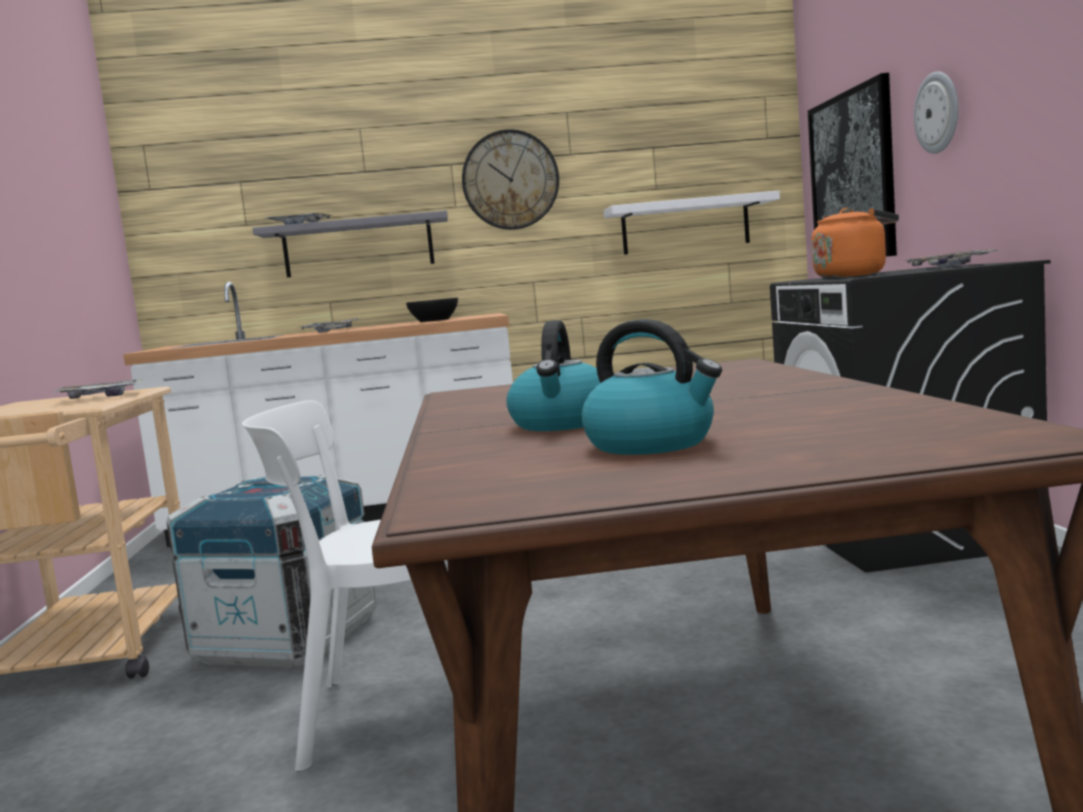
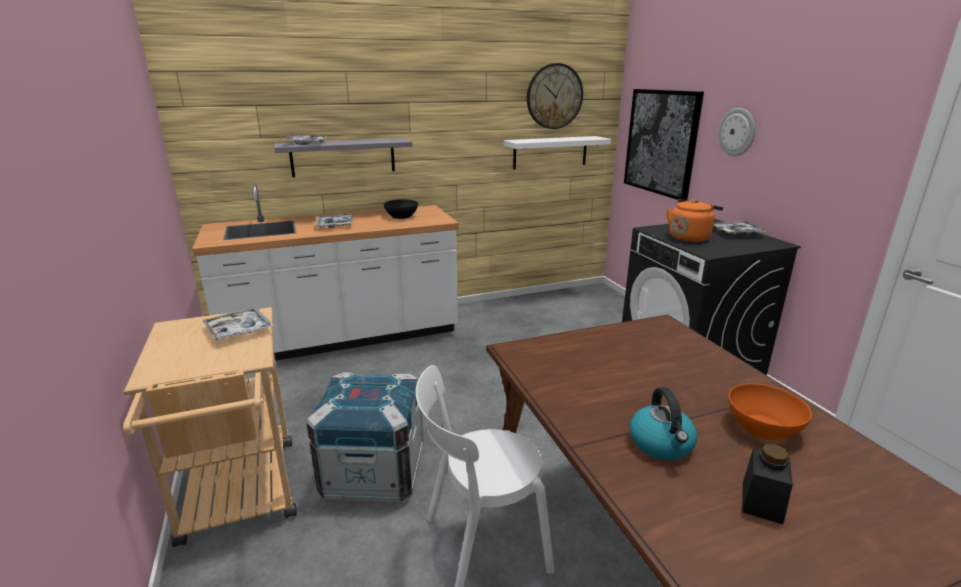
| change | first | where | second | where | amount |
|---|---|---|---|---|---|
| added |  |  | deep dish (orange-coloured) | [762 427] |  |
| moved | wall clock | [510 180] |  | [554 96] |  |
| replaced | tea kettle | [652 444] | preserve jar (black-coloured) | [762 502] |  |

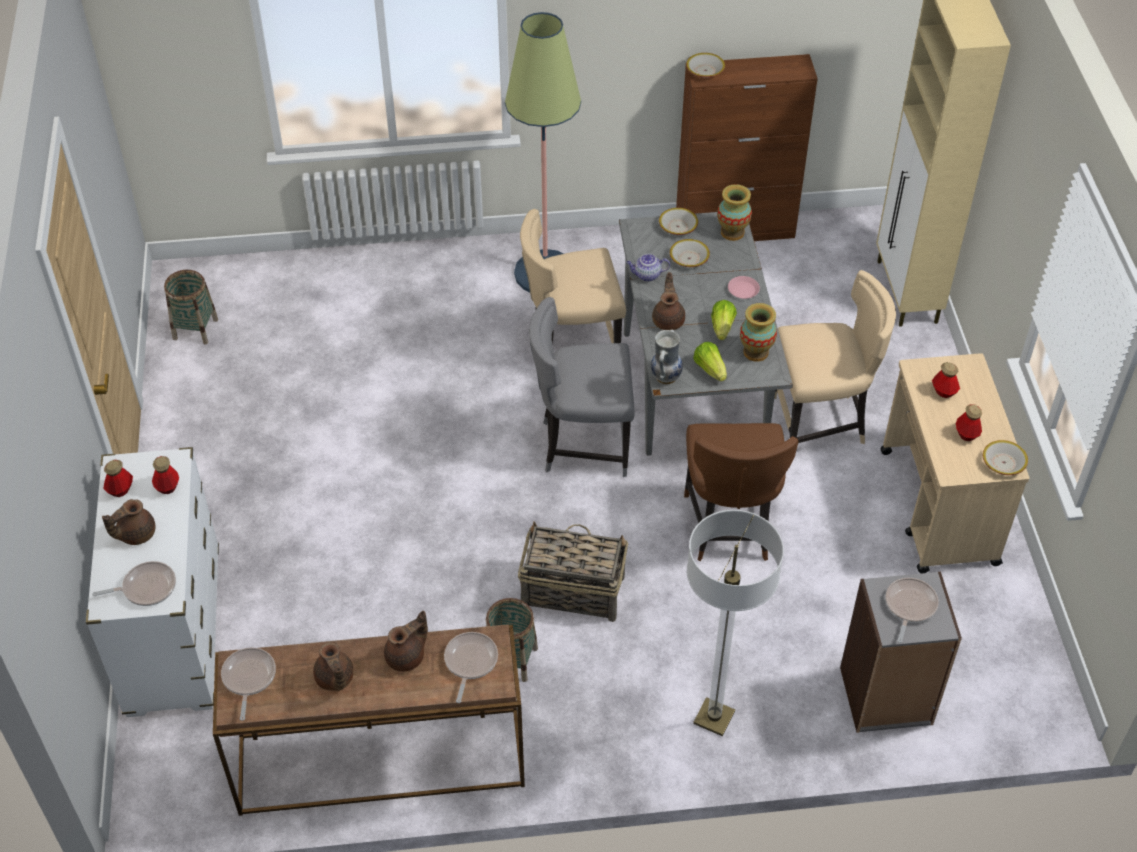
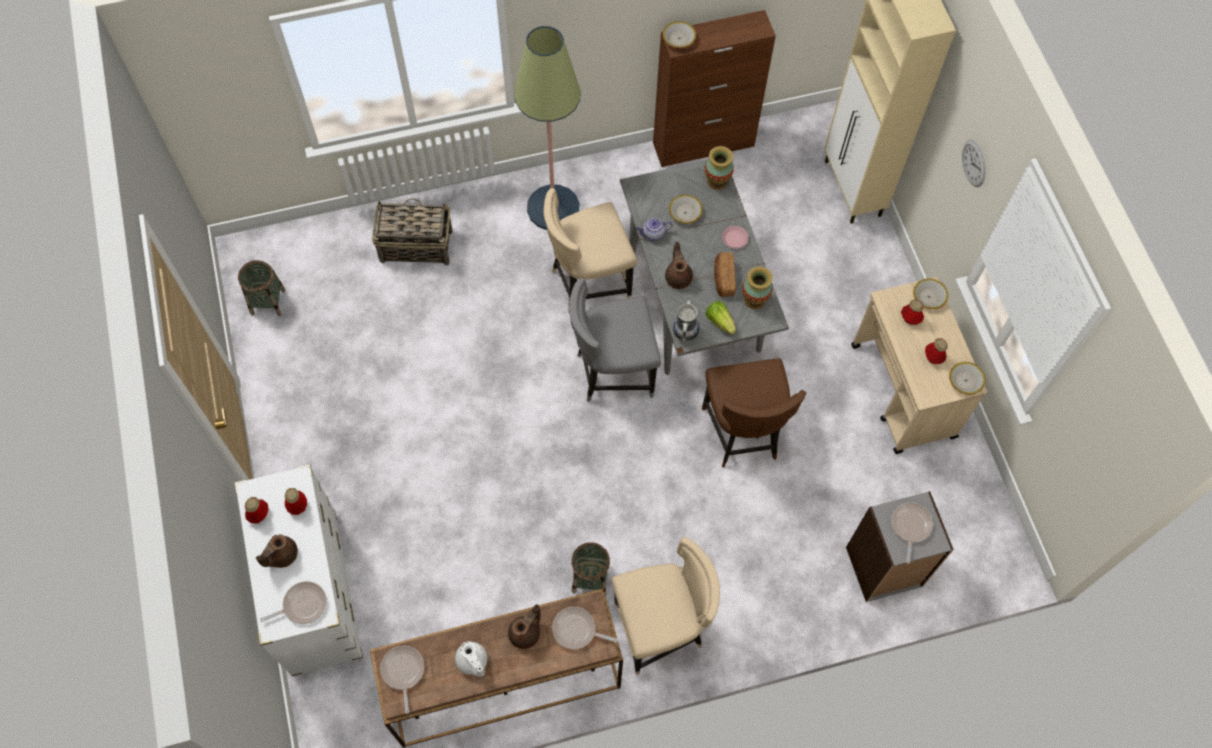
| change | first | where | second | where | amount |
|---|---|---|---|---|---|
| removed | standing lamp | [714 718] |  |  |  |
| added |  |  | wall clock | [974 163] |  |
| moved | basket | [571 590] |  | [415 245] |  |
| moved | deep dish | [677 227] |  | [928 297] |  |
| moved | plain chair (beige-coloured) | [820 423] |  | [660 629] |  |
| replaced | head of lettuce | [722 327] | baked bread | [723 279] |  |
| recoloured | pot for tea (brown) | [334 679] | pot for tea (white) | [472 662] |  |
| turned | skillet | [470 662] |  | [577 630] | 75 degrees counterclockwise |

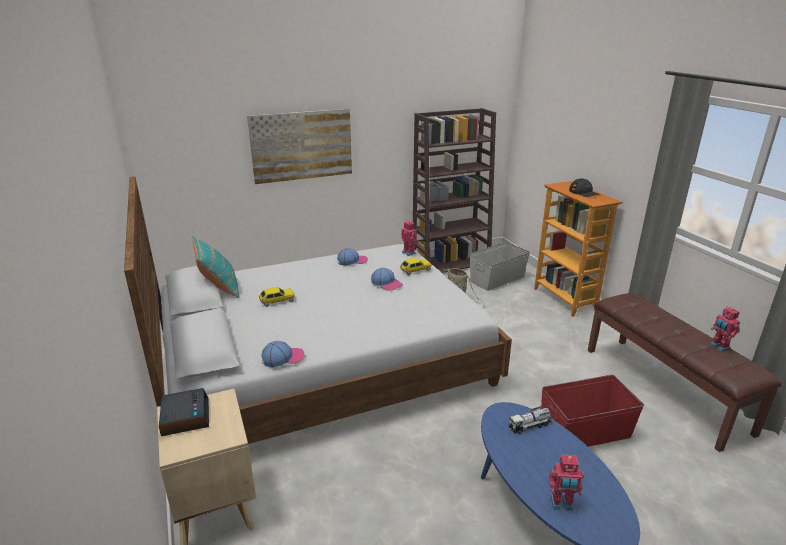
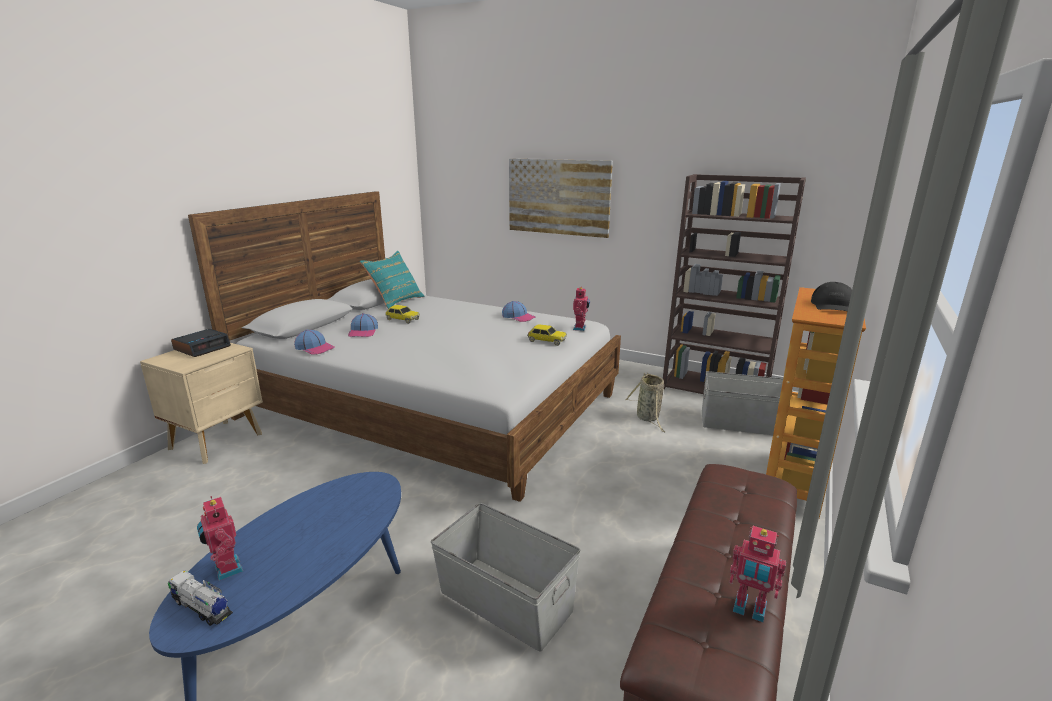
| change | first | where | second | where | amount |
|---|---|---|---|---|---|
| moved | peaked cap | [386 283] |  | [363 332] |  |
| moved | toy truck | [529 426] |  | [202 608] |  |
| recoloured | storage box (red-coloured) | [585 432] | storage box (grey) | [505 602] |  |
| turned | model robot | [719 347] |  | [749 609] | 90 degrees counterclockwise |

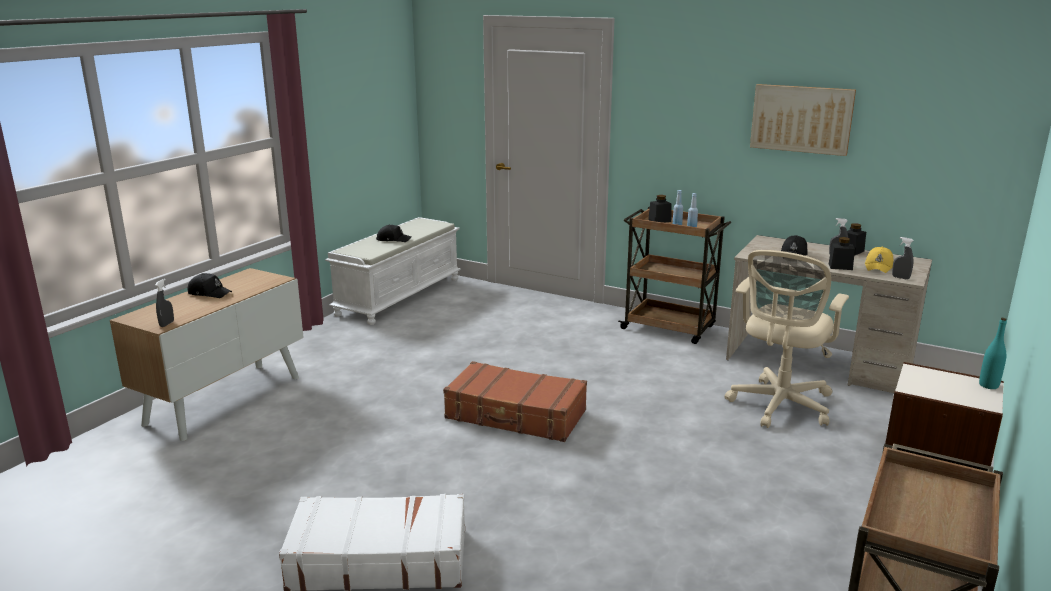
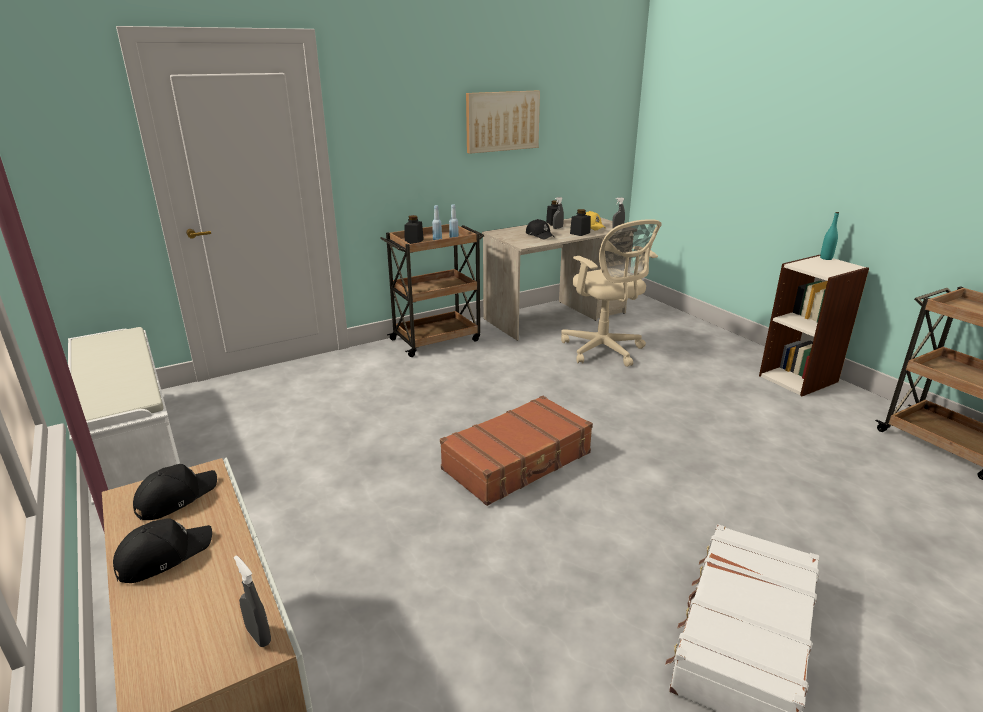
| change | first | where | second | where | amount |
|---|---|---|---|---|---|
| moved | peaked cap (black-coloured) | [393 239] |  | [175 498] |  |

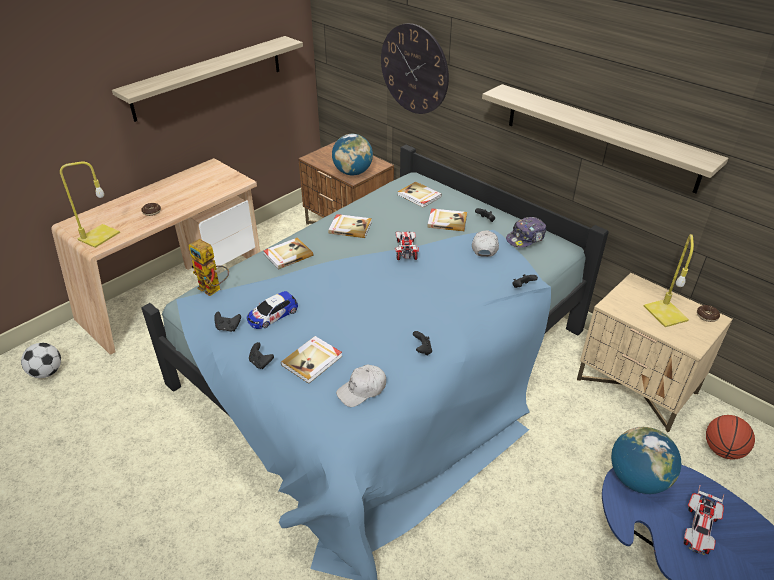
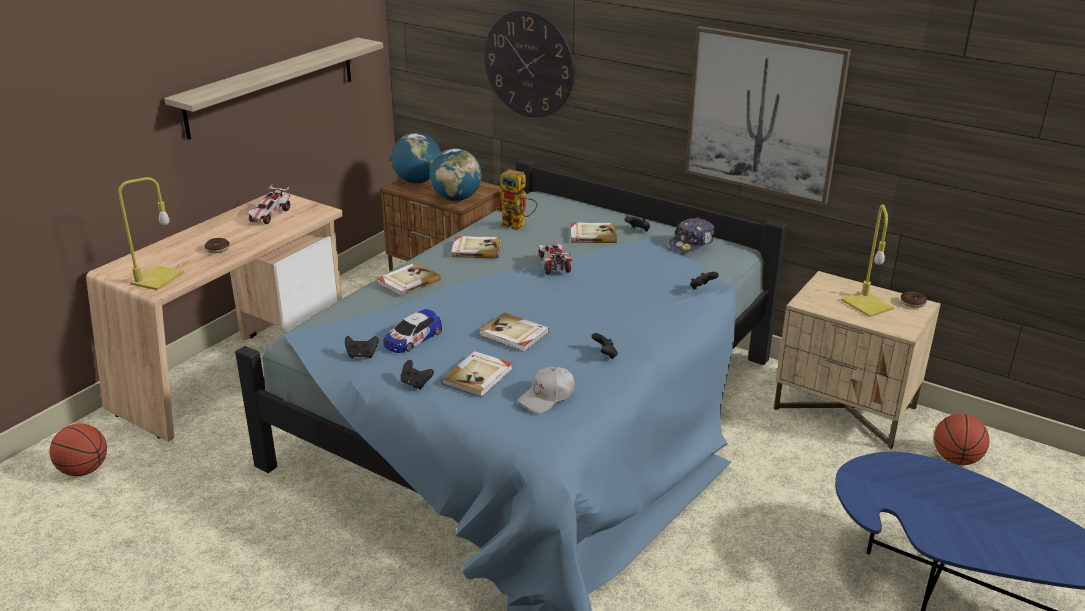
| change | first | where | second | where | amount |
|---|---|---|---|---|---|
| removed | peaked cap (white) | [485 247] |  |  |  |
| moved | model robot | [214 289] |  | [518 226] |  |
| moved | bound book | [419 196] |  | [514 334] |  |
| moved | globe | [637 479] |  | [417 181] |  |
| moved | miniature car | [699 529] |  | [270 215] |  |
| replaced | football ball | [47 372] | basketball ball | [84 470] |  |
| replaced | wall shelf | [599 137] | wall art | [763 114] |  |

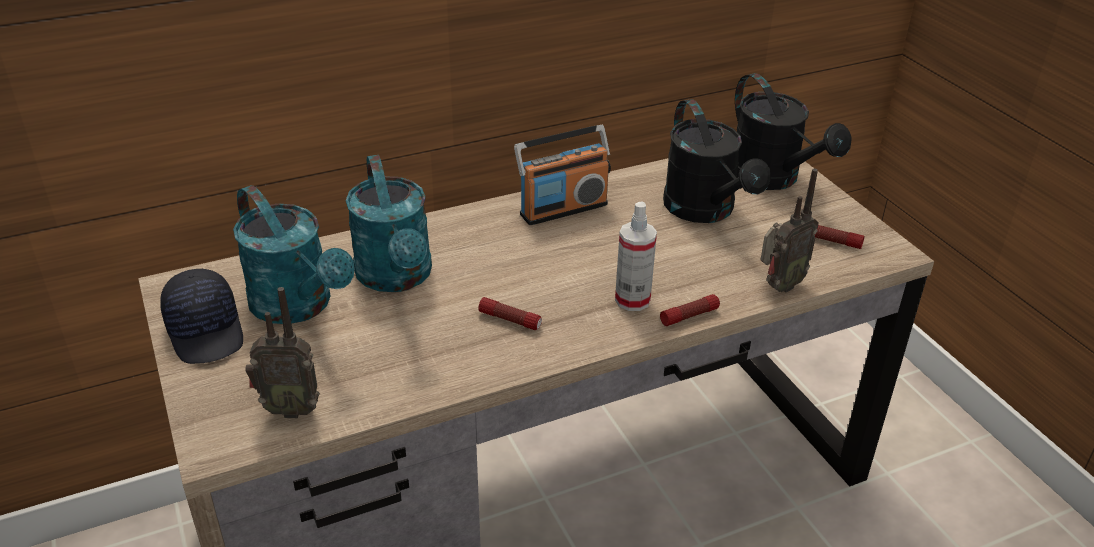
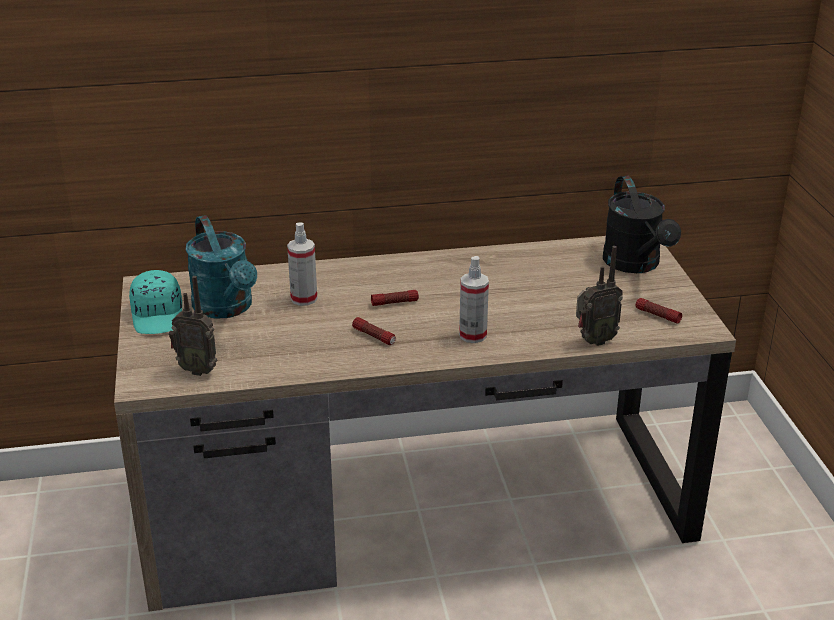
| change | first | where | second | where | amount |
|---|---|---|---|---|---|
| removed | radio | [563 209] |  |  |  |
| removed | sprinkling can (black-coloured) | [705 211] |  |  |  |
| moved | torch | [689 316] |  | [394 302] |  |
| replaced | sprinkling can (turquoise) | [397 278] | spray bottle | [304 299] |  |
| recoloured | peaked cap (black-coloured) | [207 331] | peaked cap (turquoise) | [158 316] |  |

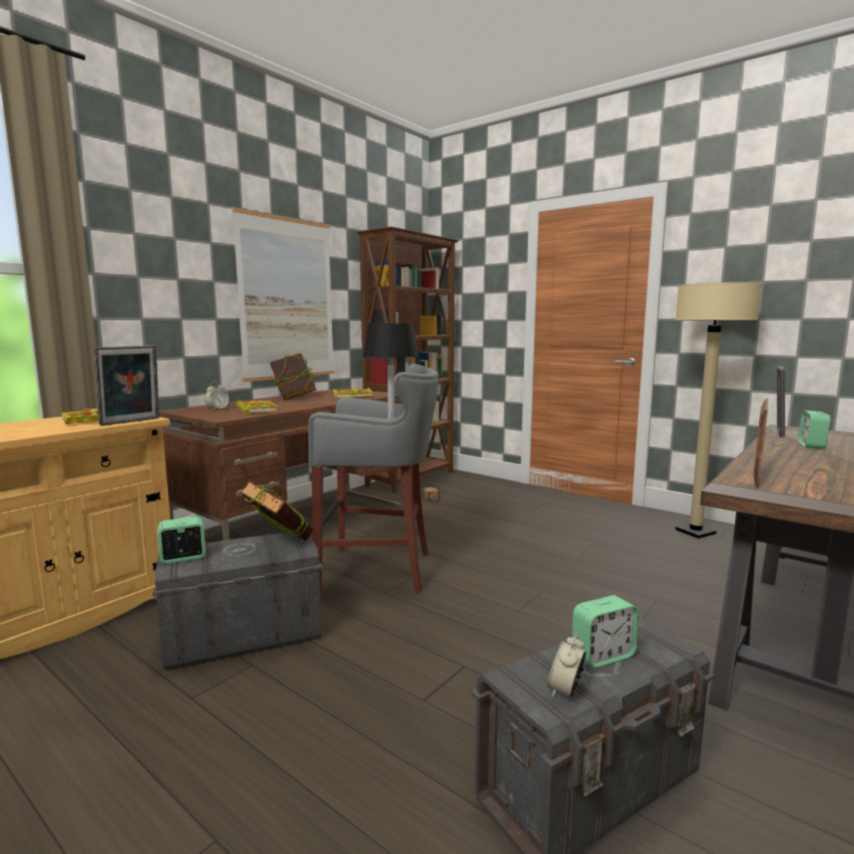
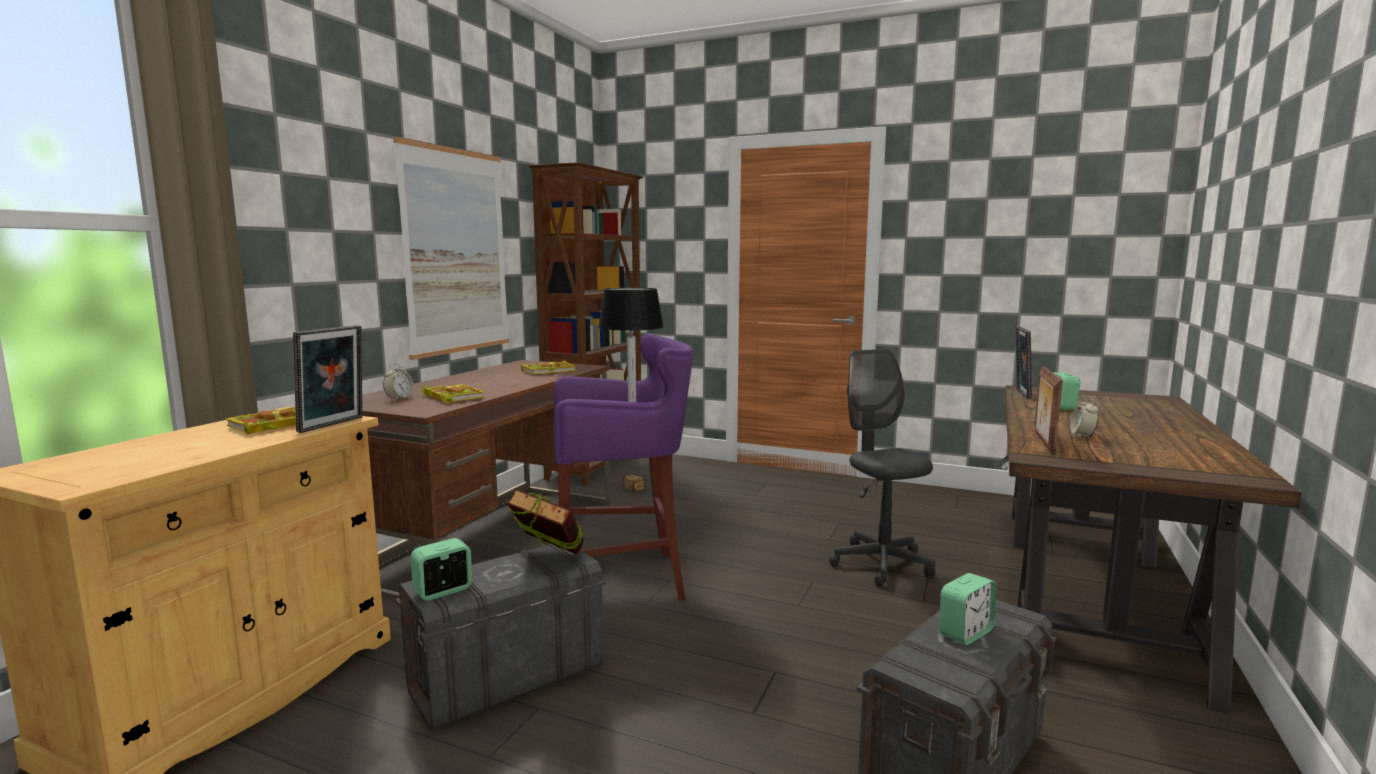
| change | first | where | second | where | amount |
|---|---|---|---|---|---|
| removed | bound book | [294 397] |  |  |  |
| removed | standing lamp (beige-coloured) | [695 532] |  |  |  |
| added |  |  | office chair (grey) | [881 564] |  |
| moved | alarm clock | [565 691] |  | [1082 436] |  |
| recoloured | sitting stool (grey) | [379 570] | sitting stool (purplish) | [623 579] |  |

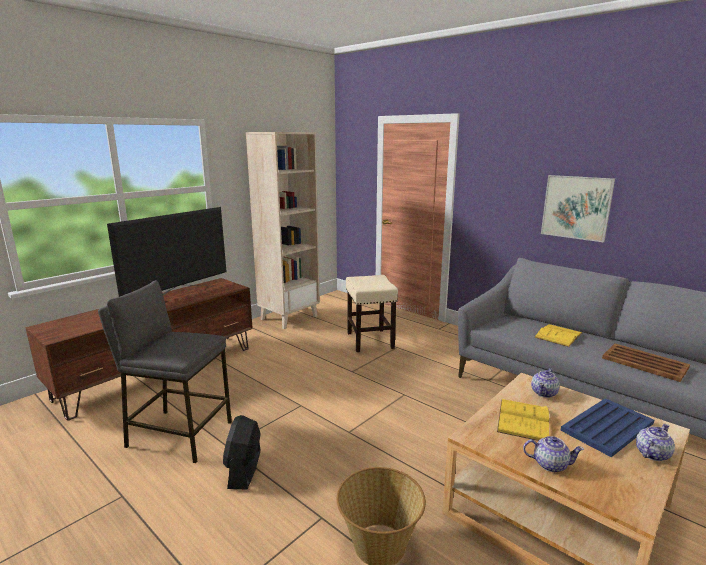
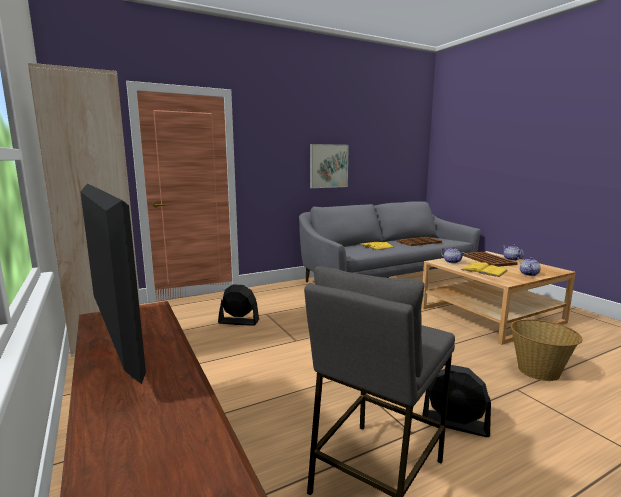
| change | first | where | second | where | amount |
|---|---|---|---|---|---|
| replaced | sitting stool (beige-coloured) | [369 340] | electric fan (black-coloured) | [238 321] |  |
| recoloured | carrying tray (blue-coloured) | [608 427] | carrying tray (brown) | [488 259] |  |

